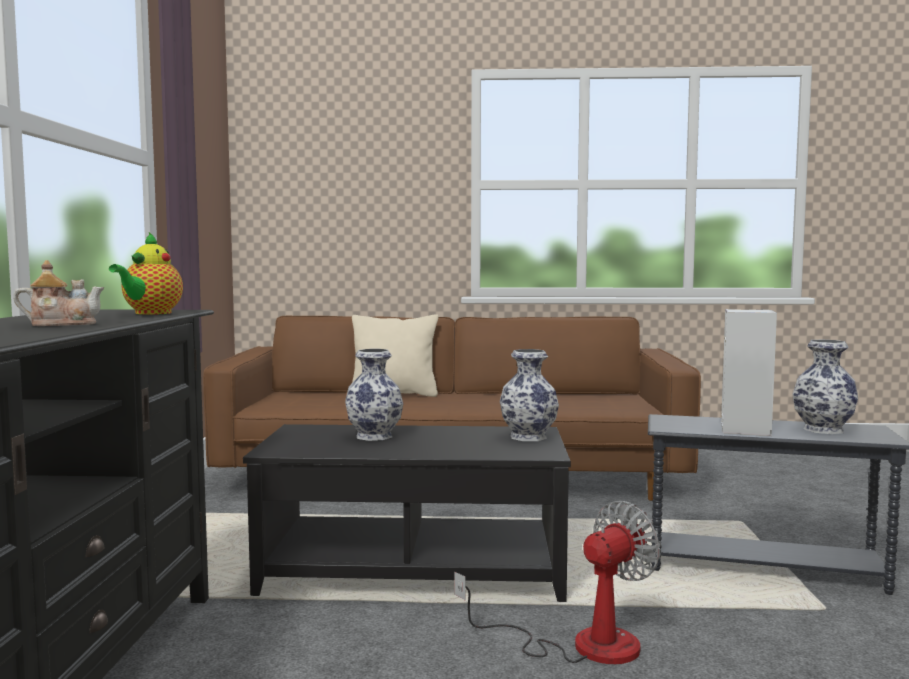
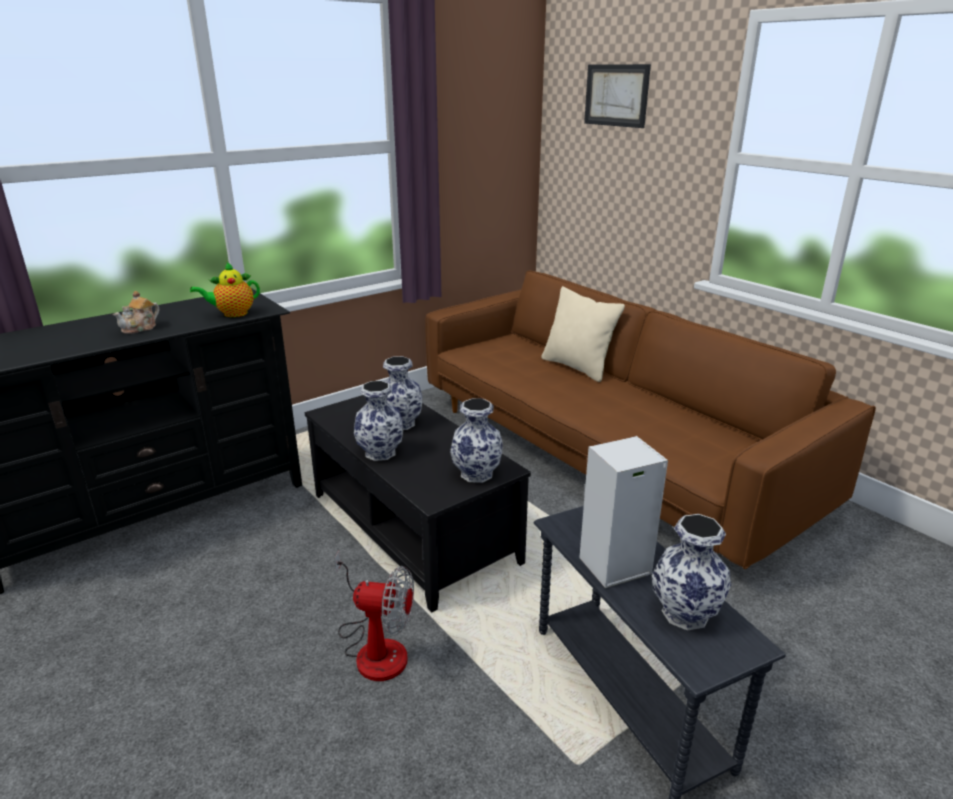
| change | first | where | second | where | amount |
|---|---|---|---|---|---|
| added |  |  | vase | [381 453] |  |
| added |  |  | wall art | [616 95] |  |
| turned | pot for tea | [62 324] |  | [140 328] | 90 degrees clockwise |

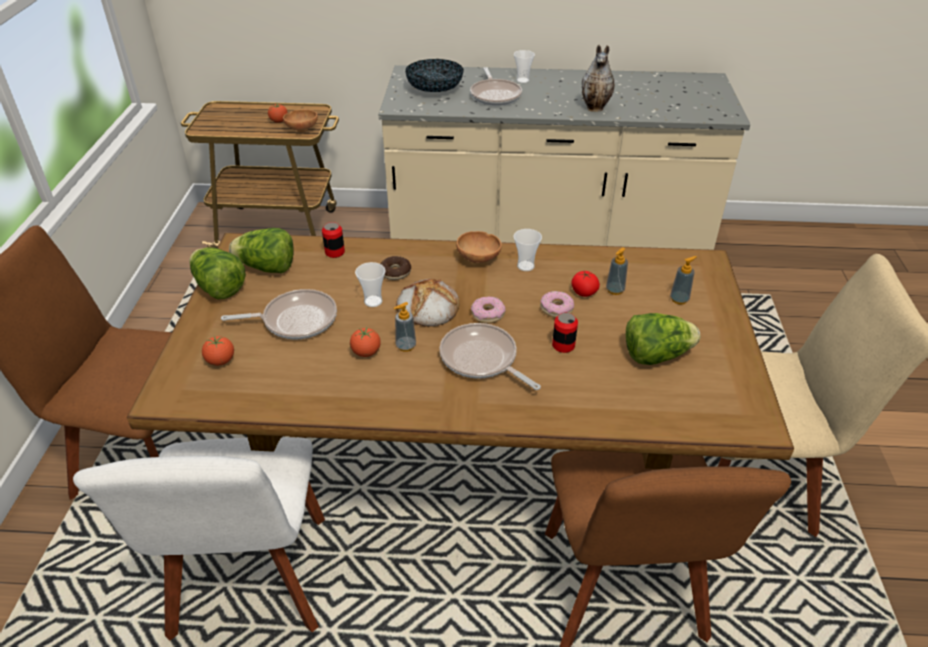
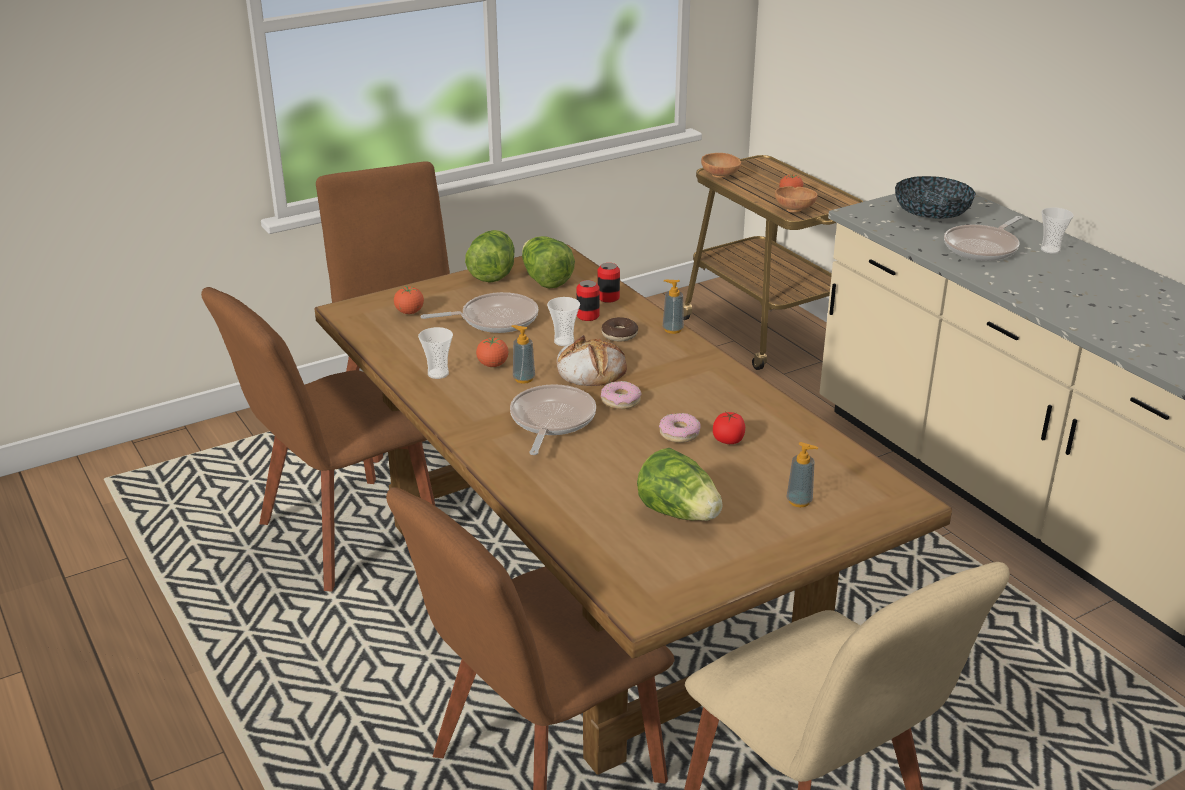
| change | first | where | second | where | amount |
|---|---|---|---|---|---|
| removed | vase | [596 108] |  |  |  |
| moved | deep dish (brown) | [479 259] |  | [721 176] |  |
| moved | cup | [525 266] |  | [438 373] |  |
| moved | sealed can | [563 345] |  | [588 316] |  |
| moved | liquid soap bottle | [615 290] |  | [672 329] |  |
| recoloured | plain chair (white) | [250 584] | plain chair (brown) | [341 536] |  |
| turned | skillet | [295 320] |  | [494 319] | 60 degrees counterclockwise |

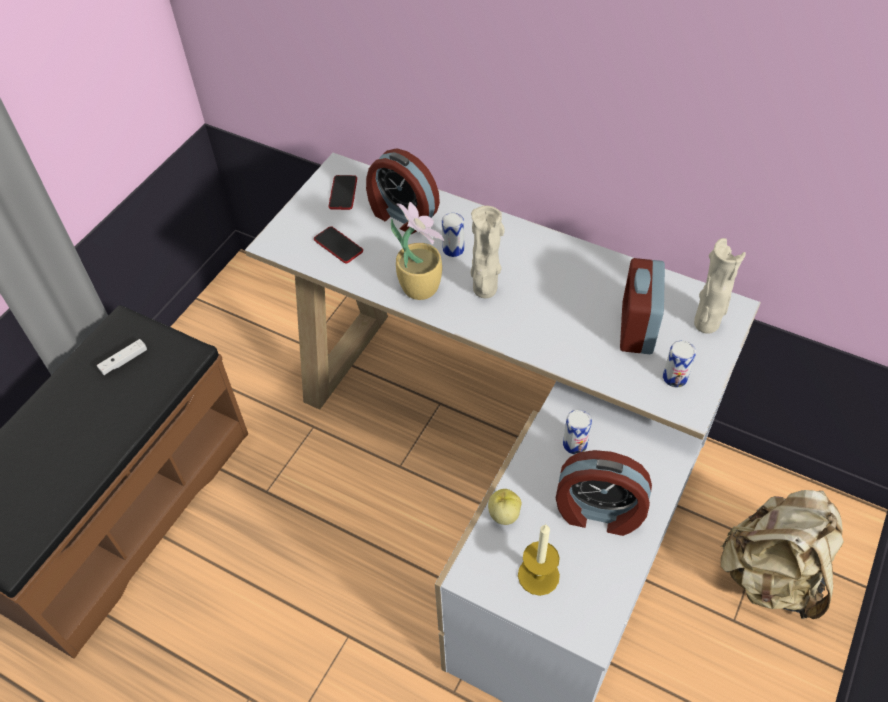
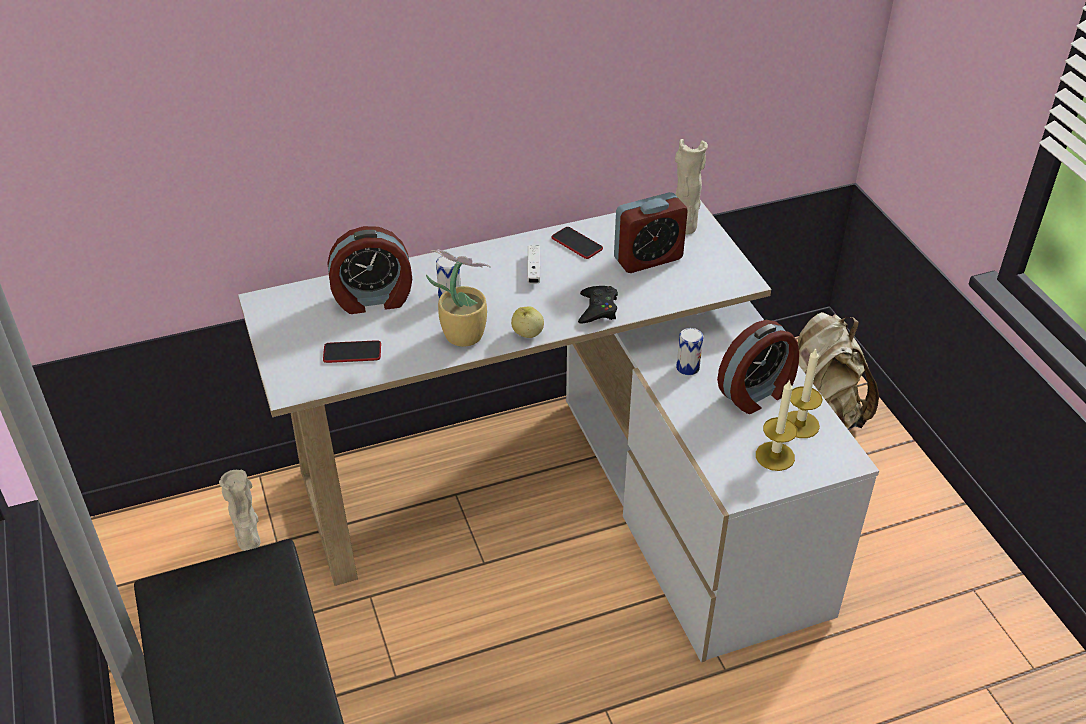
| change | first | where | second | where | amount |
|---|---|---|---|---|---|
| removed | sealed can | [675 377] |  |  |  |
| added |  |  | joypad (black-coloured) | [597 309] |  |
| added |  |  | wax candle | [800 424] |  |
| moved | joypad (white) | [124 361] |  | [533 270] |  |
| moved | phone | [343 193] |  | [577 244] |  |
| moved | vase (beige-coloured) | [484 291] |  | [250 544] |  |
| moved | whole apple | [503 514] |  | [527 333] |  |
| turned | alarm clock | [637 328] |  | [648 258] | 75 degrees counterclockwise |

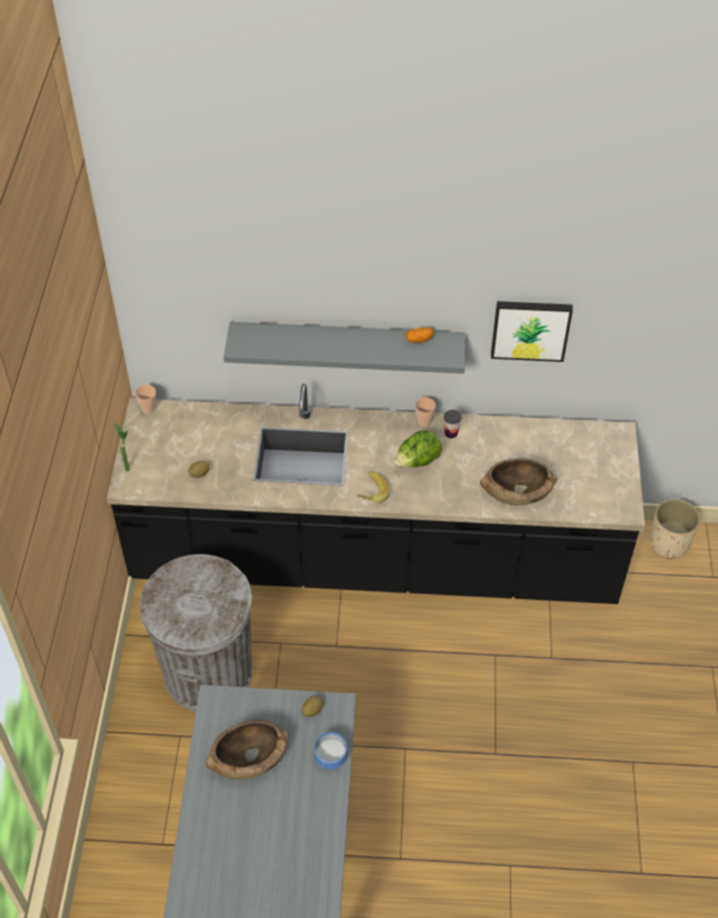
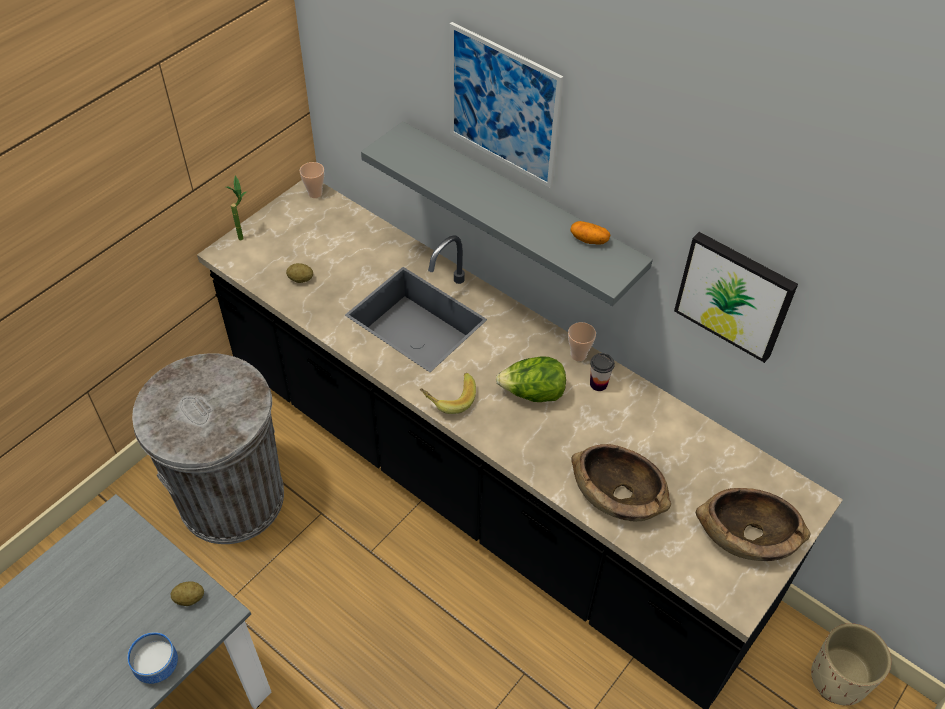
| change | first | where | second | where | amount |
|---|---|---|---|---|---|
| added |  |  | wall art | [503 106] |  |
| moved | deep dish (brown) | [249 758] |  | [747 536] |  |

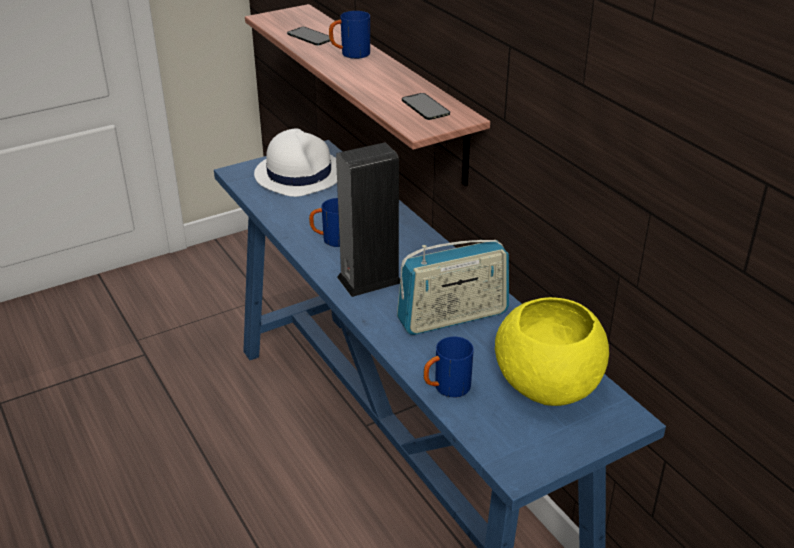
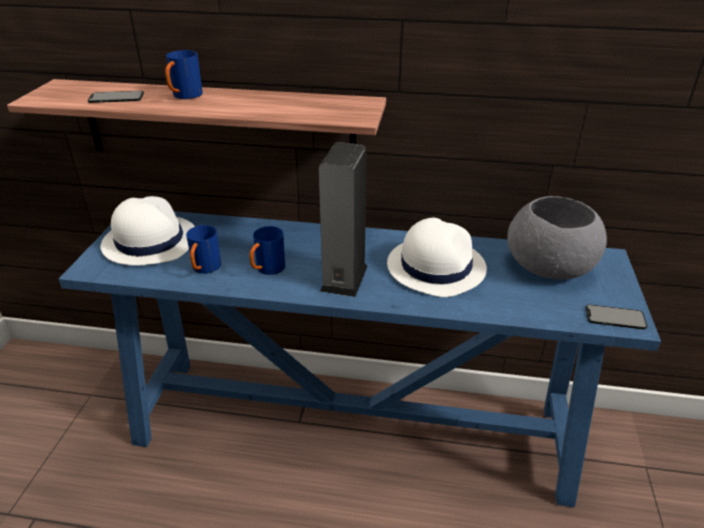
| change | first | where | second | where | amount |
|---|---|---|---|---|---|
| moved | phone | [425 107] |  | [615 317] |  |
| moved | tea mug (blue-coloured) | [446 389] |  | [204 269] |  |
| replaced | radio | [453 317] | wearable hat (white) | [435 266] |  |
| recoloured | deep dish (yellow-coloured) | [546 383] | deep dish (grey) | [547 267] |  |

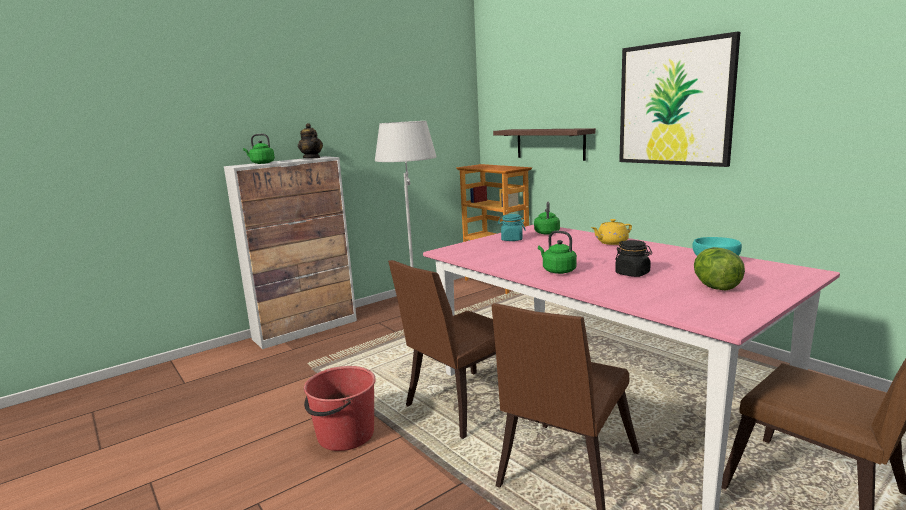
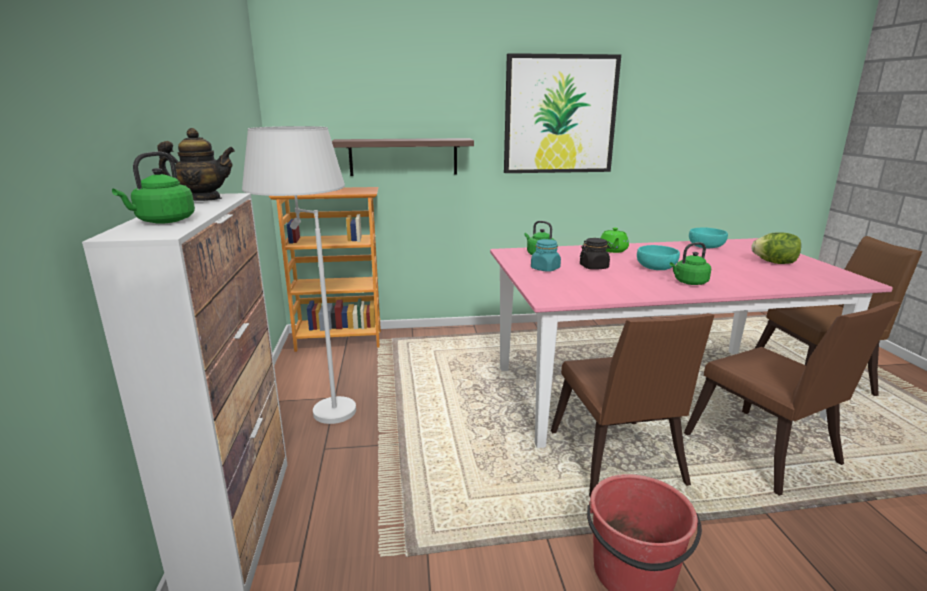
| change | first | where | second | where | amount |
|---|---|---|---|---|---|
| added |  |  | deep dish (turquoise) | [656 267] |  |
| moved | preserve jar (black-coloured) | [632 273] |  | [594 267] |  |
| recoloured | pot for tea (yellow-coloured) | [611 242] | pot for tea (green-coloured) | [613 250] |  |

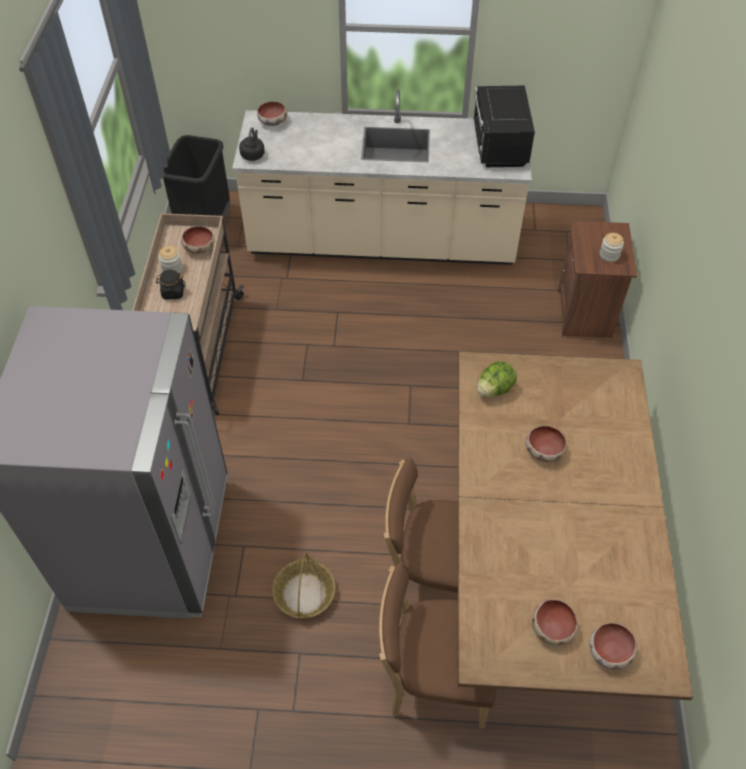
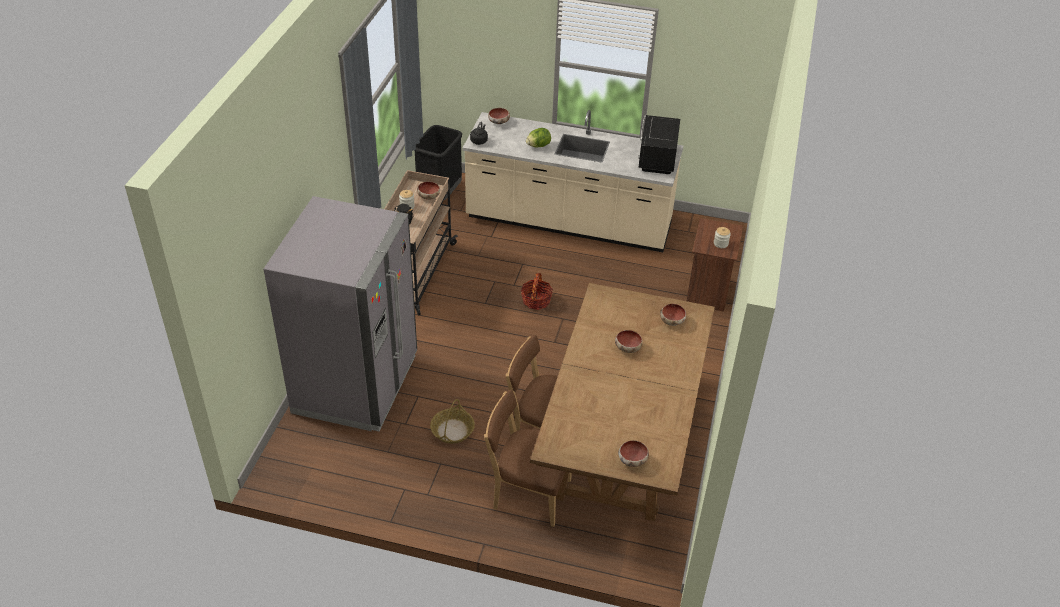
| change | first | where | second | where | amount |
|---|---|---|---|---|---|
| added |  |  | basket | [536 300] |  |
| moved | head of lettuce | [494 389] |  | [538 146] |  |
| moved | deep dish | [551 627] |  | [671 320] |  |

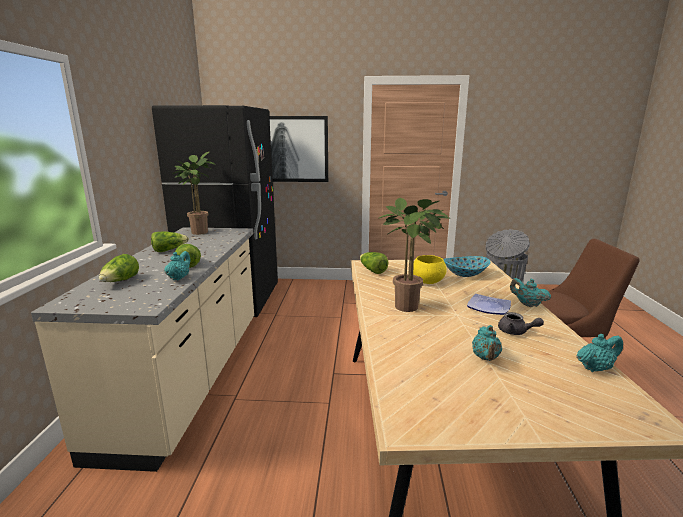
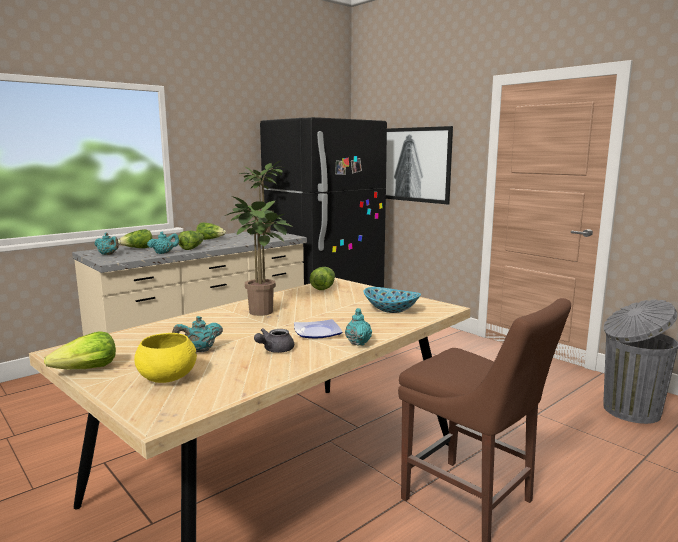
| change | first | where | second | where | amount |
|---|---|---|---|---|---|
| added |  |  | head of lettuce | [87 370] |  |
| moved | deep dish (yellow-coloured) | [427 282] |  | [167 378] |  |
| moved | pot for tea (turquoise) | [595 368] |  | [108 254] |  |
| turned | pot for tea (grey) | [516 332] |  | [274 350] | 45 degrees clockwise |

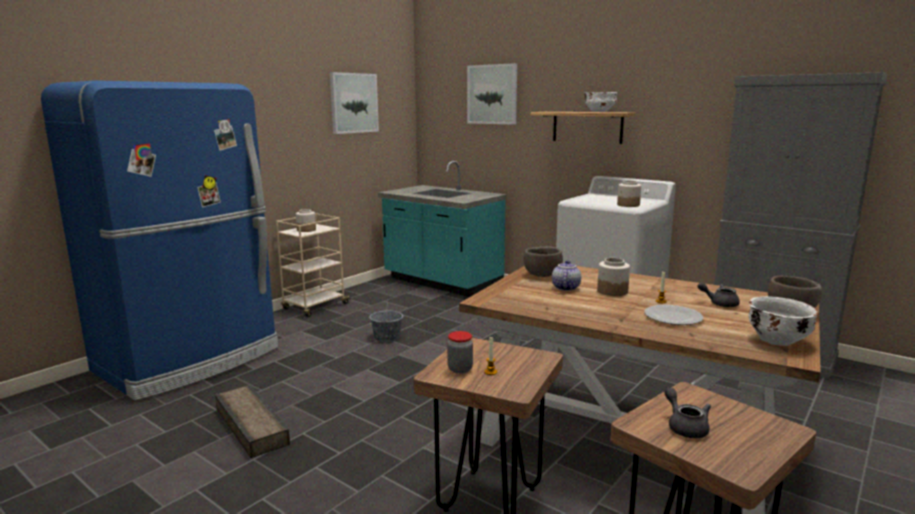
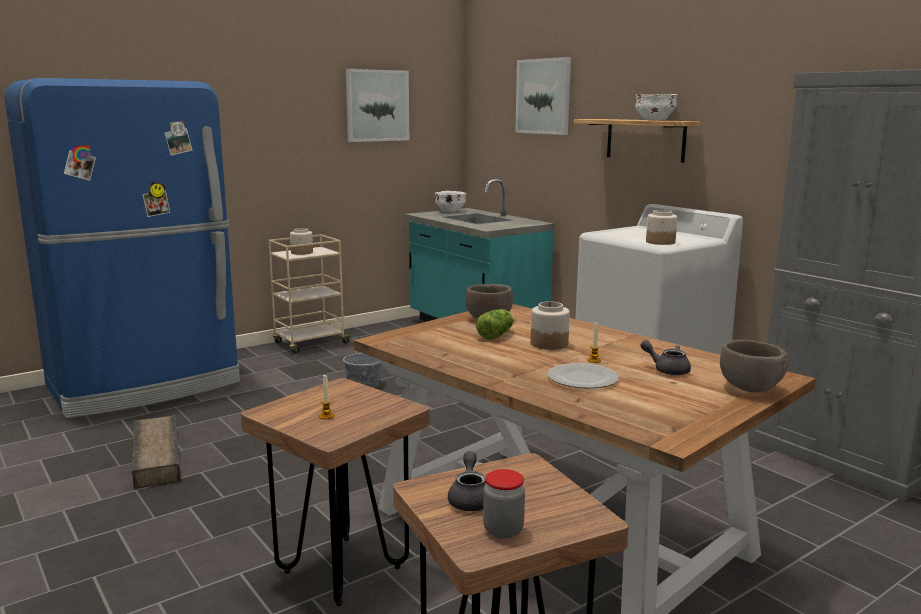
| change | first | where | second | where | amount |
|---|---|---|---|---|---|
| moved | preserve jar | [460 369] |  | [503 530] |  |
| moved | deep dish (white) | [777 340] |  | [450 211] |  |
| replaced | pot for tea | [565 288] | head of lettuce | [497 335] |  |

